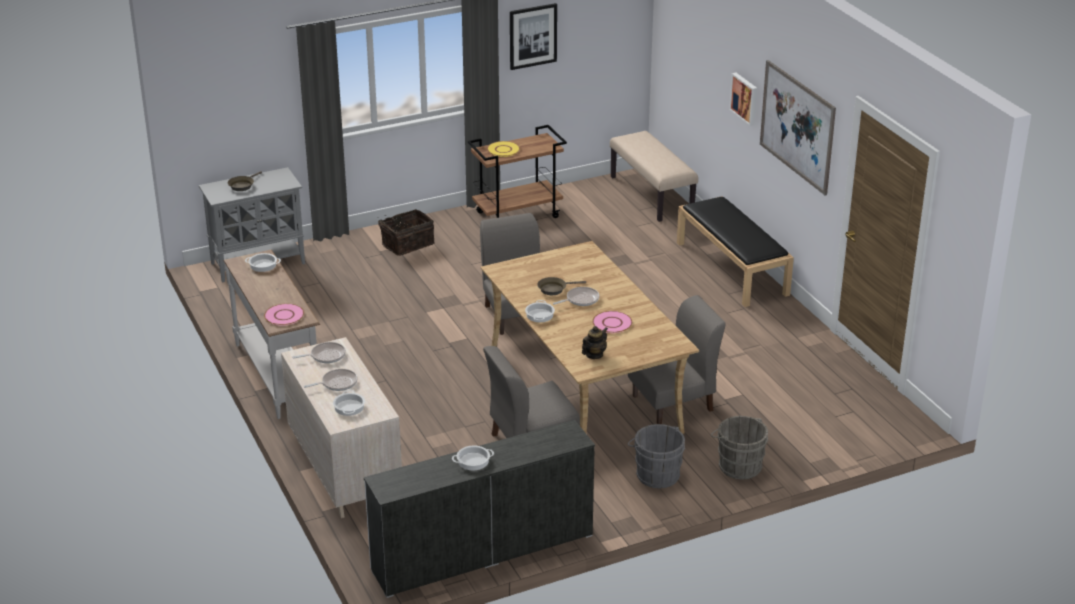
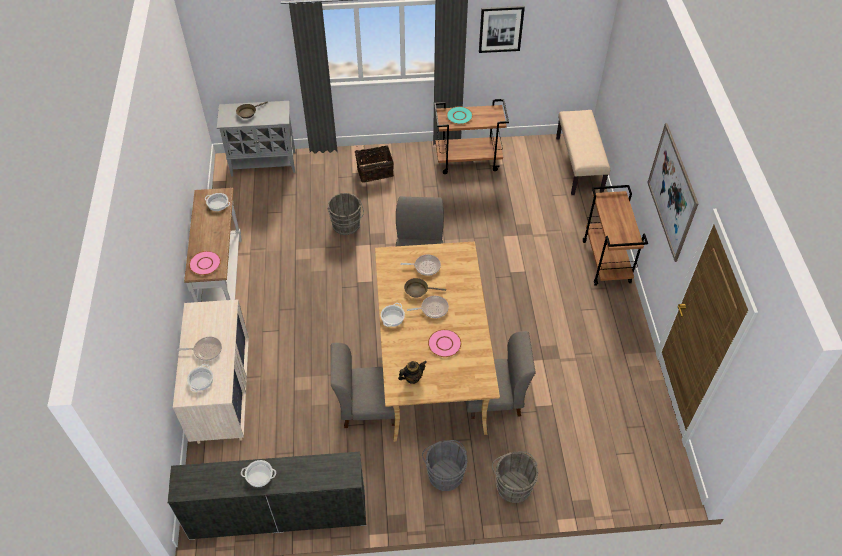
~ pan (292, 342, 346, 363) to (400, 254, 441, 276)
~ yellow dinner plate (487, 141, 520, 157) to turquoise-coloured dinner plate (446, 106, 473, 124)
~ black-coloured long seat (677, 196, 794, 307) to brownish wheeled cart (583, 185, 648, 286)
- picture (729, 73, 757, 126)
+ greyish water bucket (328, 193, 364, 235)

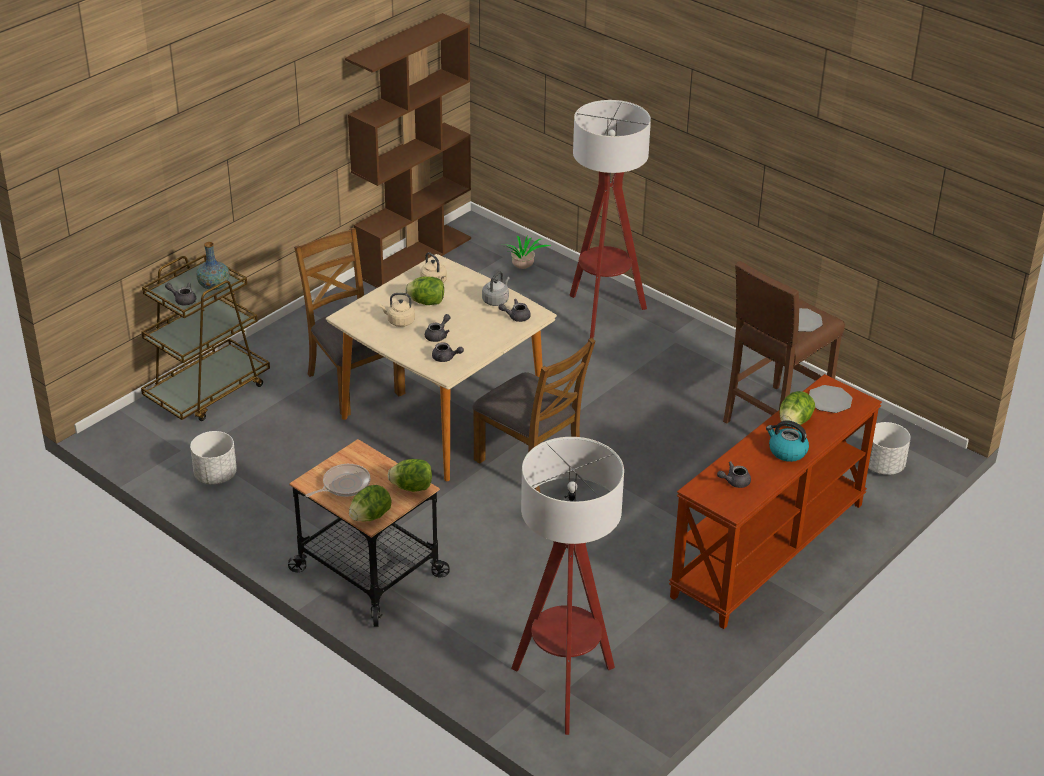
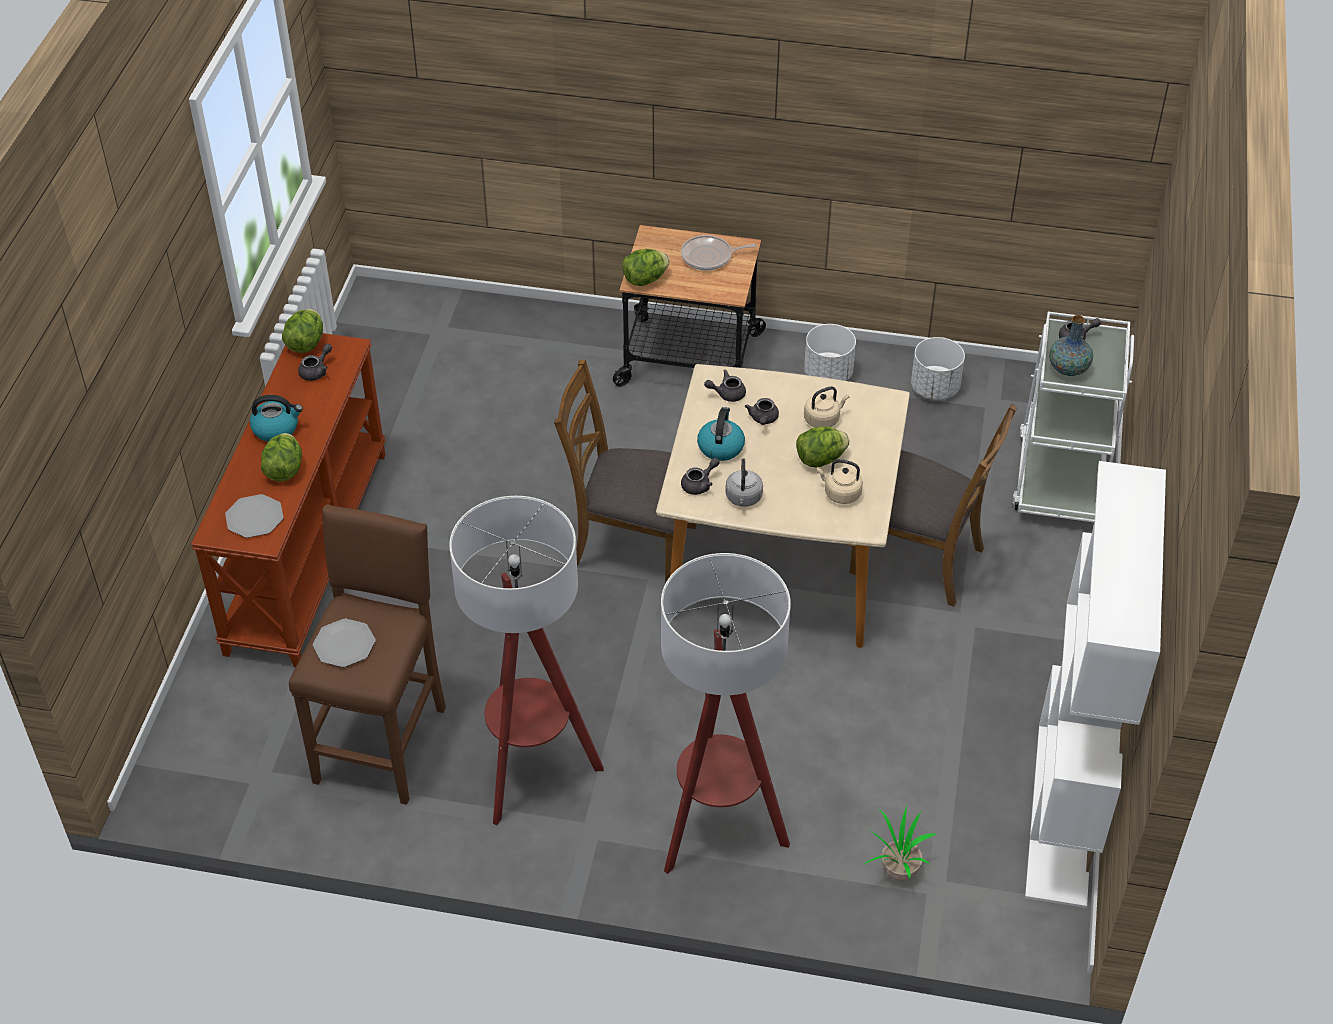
~ brownish wheeled cart (141, 254, 270, 421) to whitish wheeled cart (1013, 312, 1134, 522)
~ pan (305, 464, 371, 497) = (681, 235, 757, 270) 60 degrees clockwise
~ brownish bookshelf (345, 13, 471, 288) to whitish bookshelf (1025, 461, 1166, 908)
~ head of lettuce (349, 485, 392, 521) to (282, 309, 323, 353)
~ floor lamp (511, 437, 624, 735) to (449, 496, 604, 825)
~ whitish plant pot (868, 422, 911, 475) to (804, 324, 856, 381)
+ water kettle (697, 407, 745, 461)

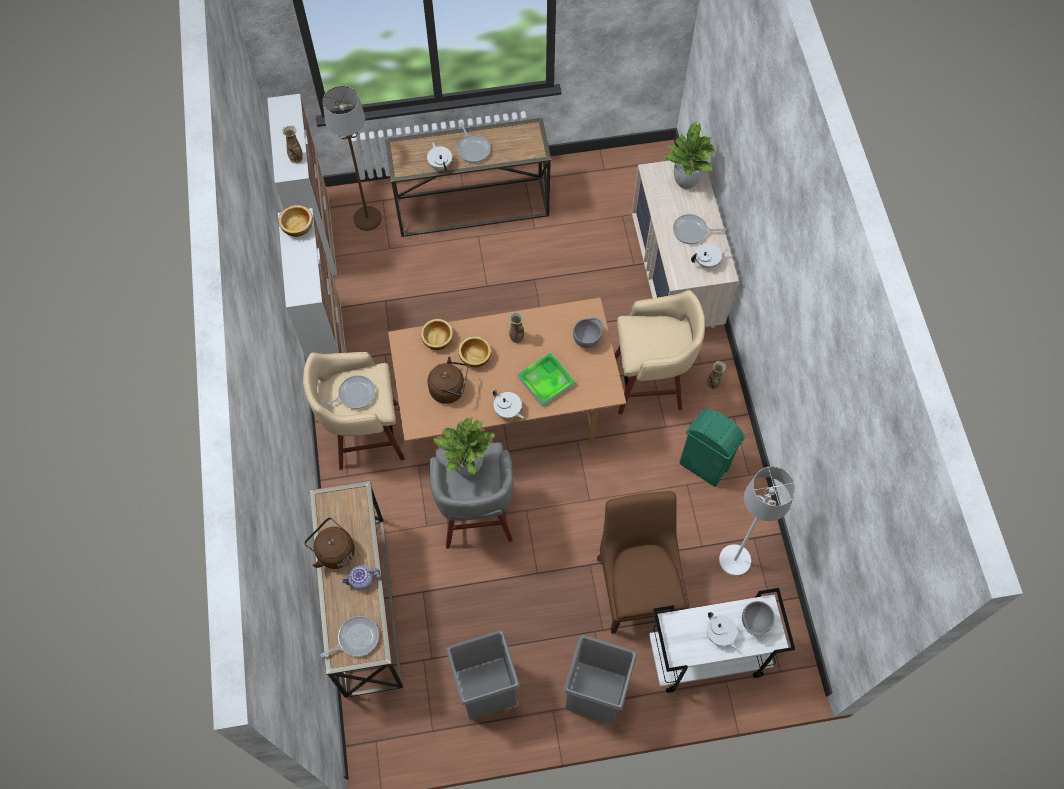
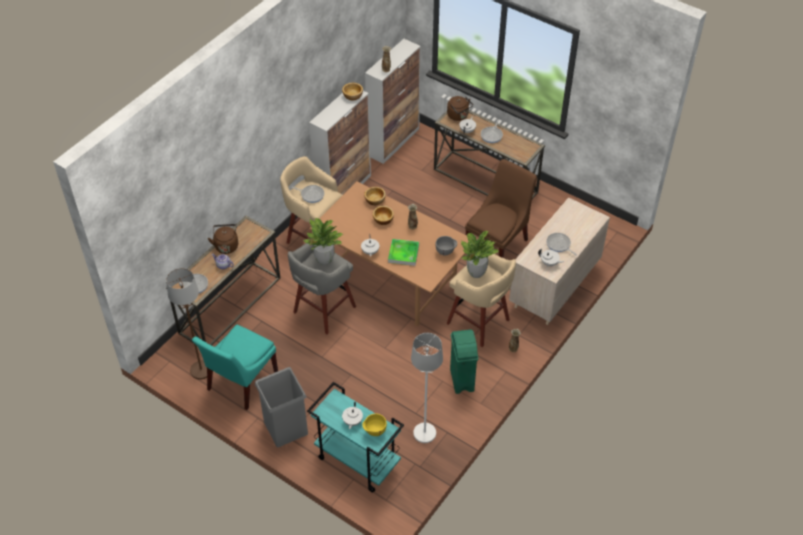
~ brownish floor lamp (323, 86, 382, 231) to (166, 268, 207, 379)
~ brownish water kettle (428, 357, 468, 404) to (447, 96, 473, 121)
~ greyish trash can (446, 630, 520, 720) to turquoise-coloured plain chair (192, 324, 278, 410)
~ brownish plain chair (597, 491, 689, 634) to (465, 159, 537, 258)
~ whitish wheeled cart (649, 588, 795, 693) to turquoise-coloured wheeled cart (307, 382, 404, 492)
~ plant in a pot (663, 122, 715, 189) to (461, 231, 499, 278)
~ greyish deep dish (742, 601, 775, 636) to yellow deep dish (362, 414, 387, 436)

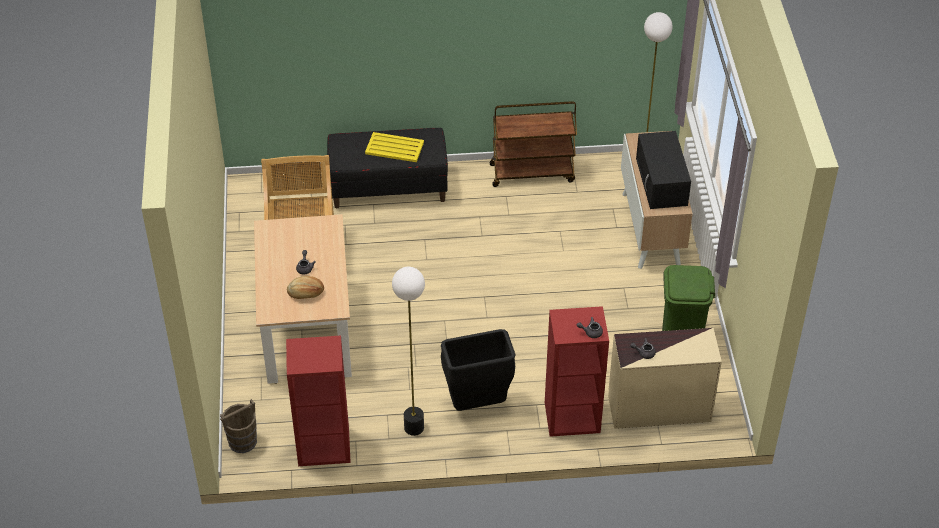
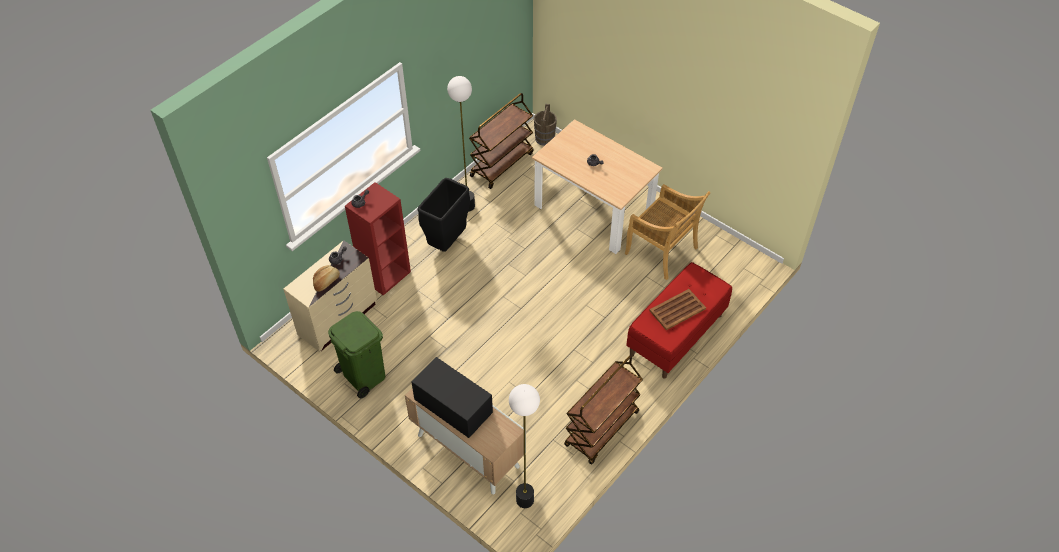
~ reddish bookshelf (286, 335, 351, 466) to brownish wheeled cart (469, 93, 533, 189)
~ baked bread (287, 276, 324, 299) to (313, 265, 340, 291)
~ black-coloured long seat (327, 128, 448, 208) to reddish long seat (626, 262, 732, 379)
~ yellow carrying tray (365, 132, 424, 162) to brownish carrying tray (649, 289, 706, 330)

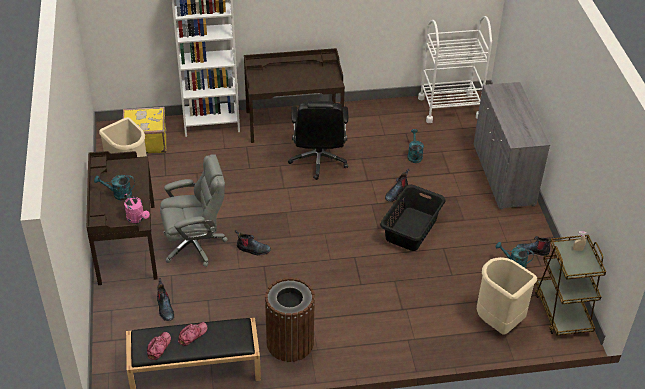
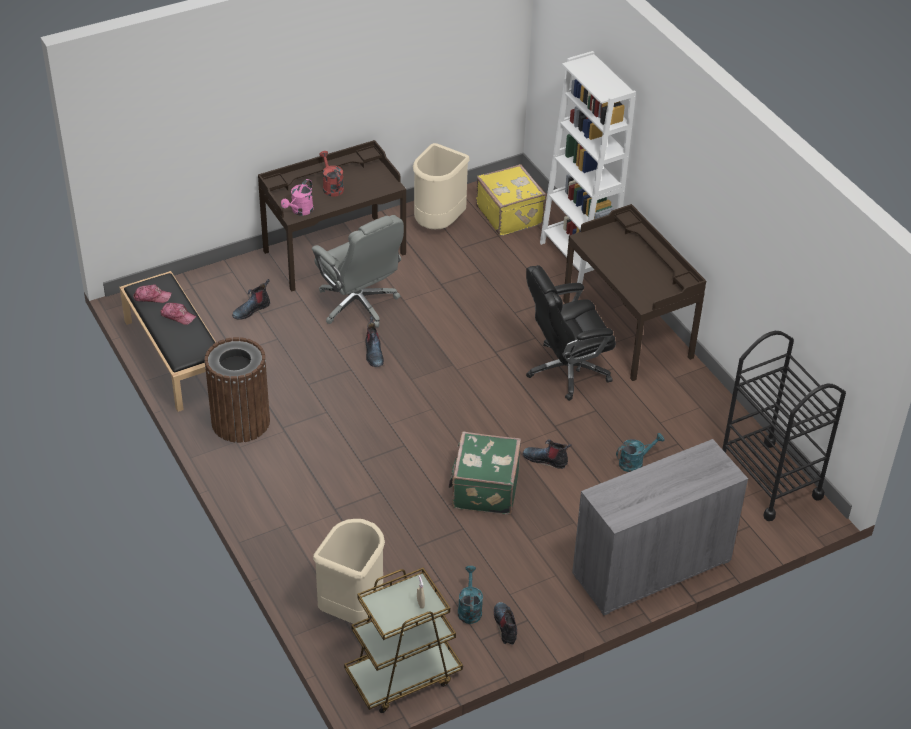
~ turquoise-coloured sprinkling can (94, 175, 135, 200) to reddish sprinkling can (319, 151, 344, 197)
~ black-coloured hamper (380, 185, 445, 251) to green-coloured suitcase (448, 431, 521, 515)
~ whitish wheeled cart (418, 16, 492, 123) to black-coloured wheeled cart (722, 331, 846, 521)

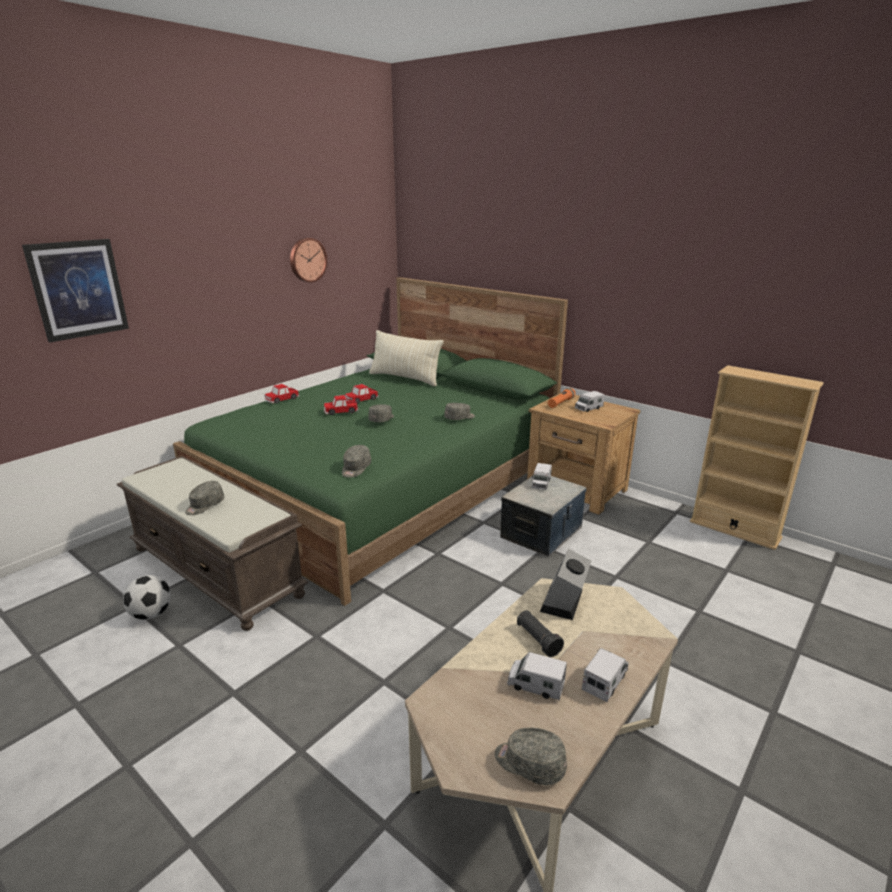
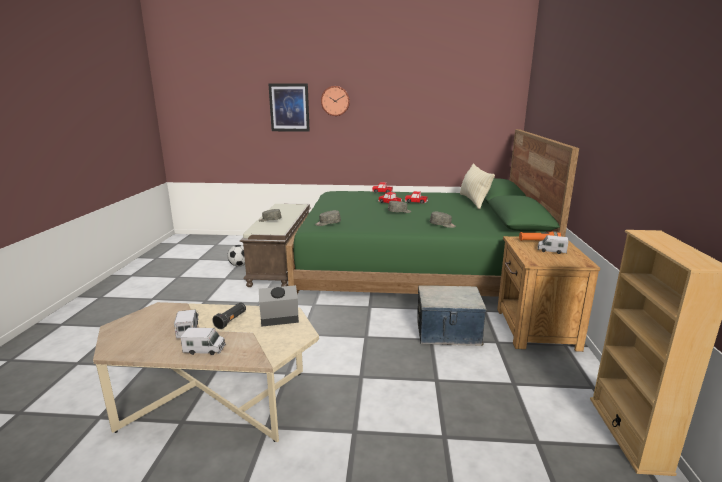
~ clock on the wall (290, 238, 327, 282) to (321, 86, 350, 116)
- greyish baseball cap (495, 728, 567, 786)
- toy lorry (532, 463, 552, 490)

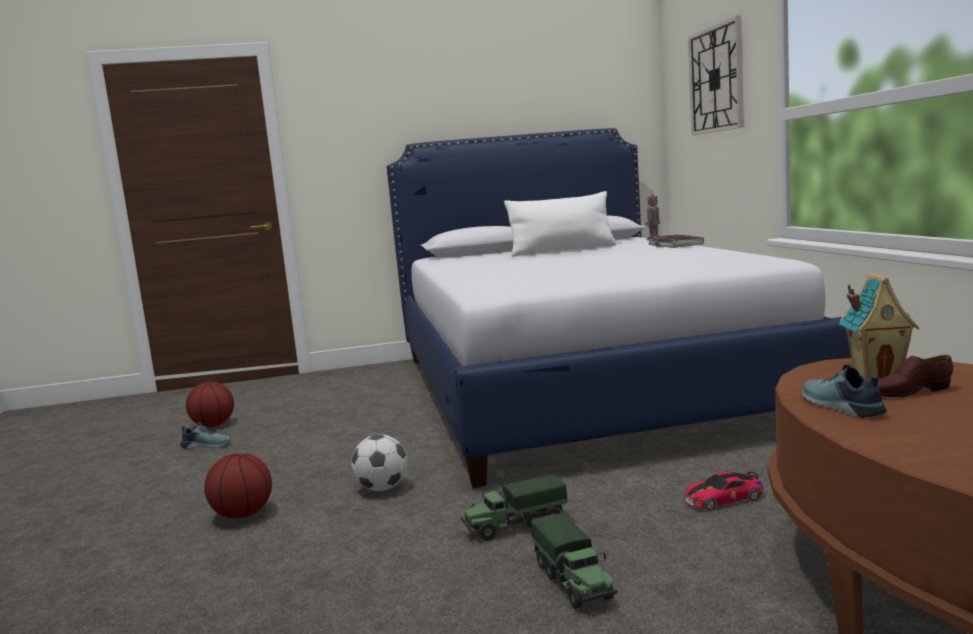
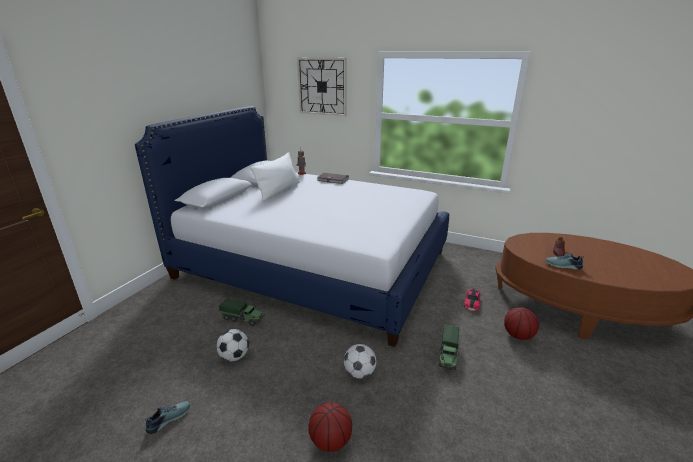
~ basketball (186, 381, 234, 427) to (504, 307, 539, 340)
~ toy lorry (531, 513, 617, 609) to (219, 298, 265, 326)
- toy house (839, 273, 919, 380)
+ football (216, 329, 249, 361)

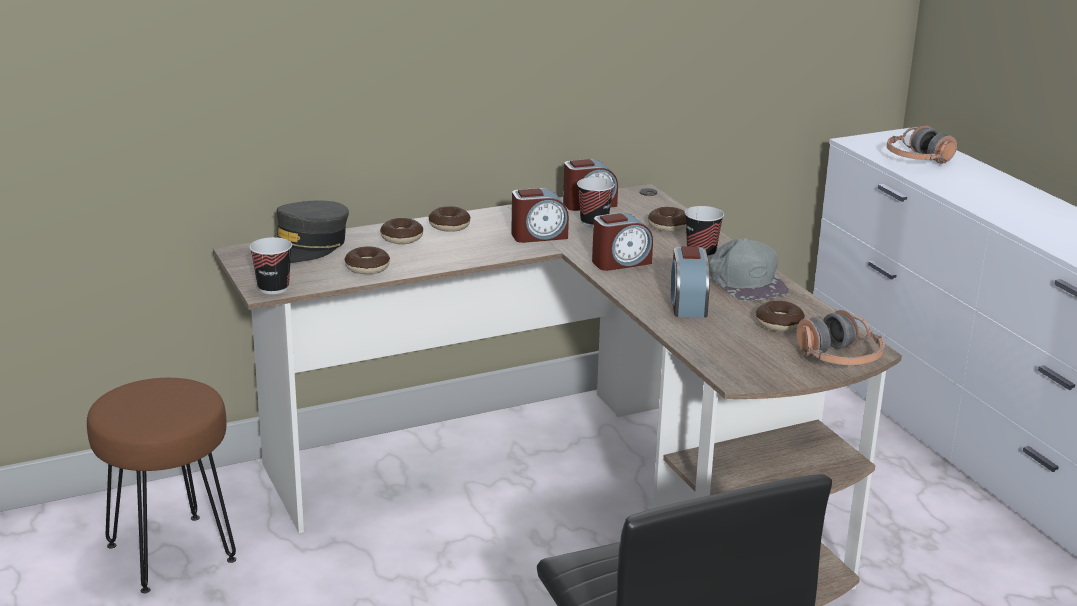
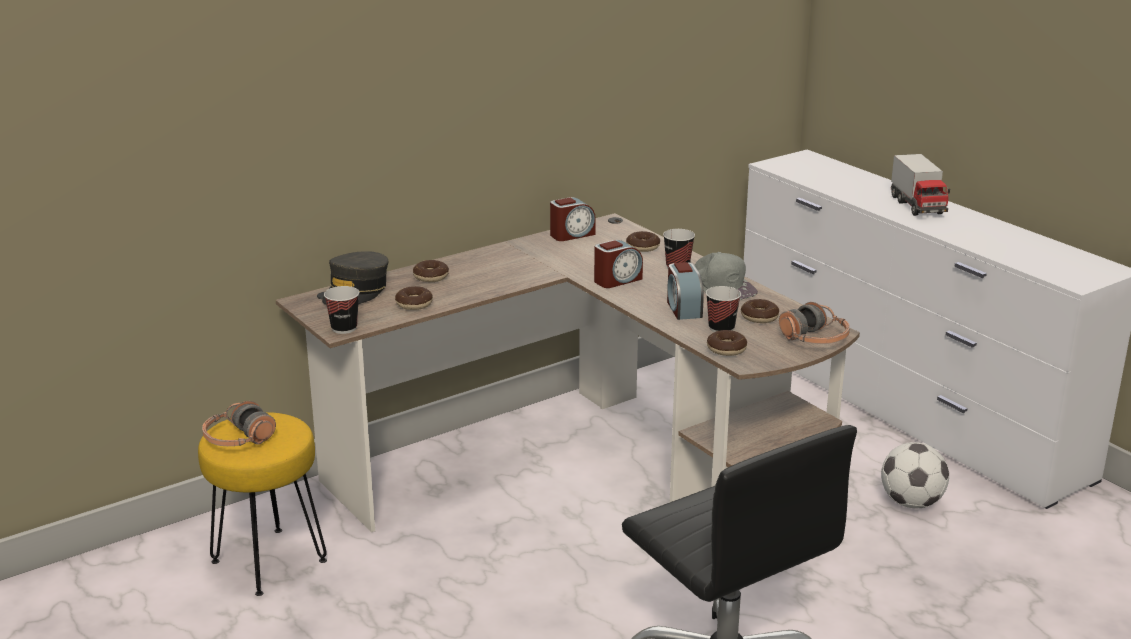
~ brownish stool (87, 378, 236, 593) to yellow stool (198, 412, 327, 596)
~ donut (428, 206, 471, 232) to (707, 330, 747, 356)
- alarm clock (511, 188, 569, 243)
~ cup (577, 177, 615, 227) to (706, 286, 741, 332)
~ headset (887, 125, 957, 164) to (202, 401, 276, 446)
+ football (881, 442, 949, 508)
+ toy lorry (891, 154, 950, 216)

